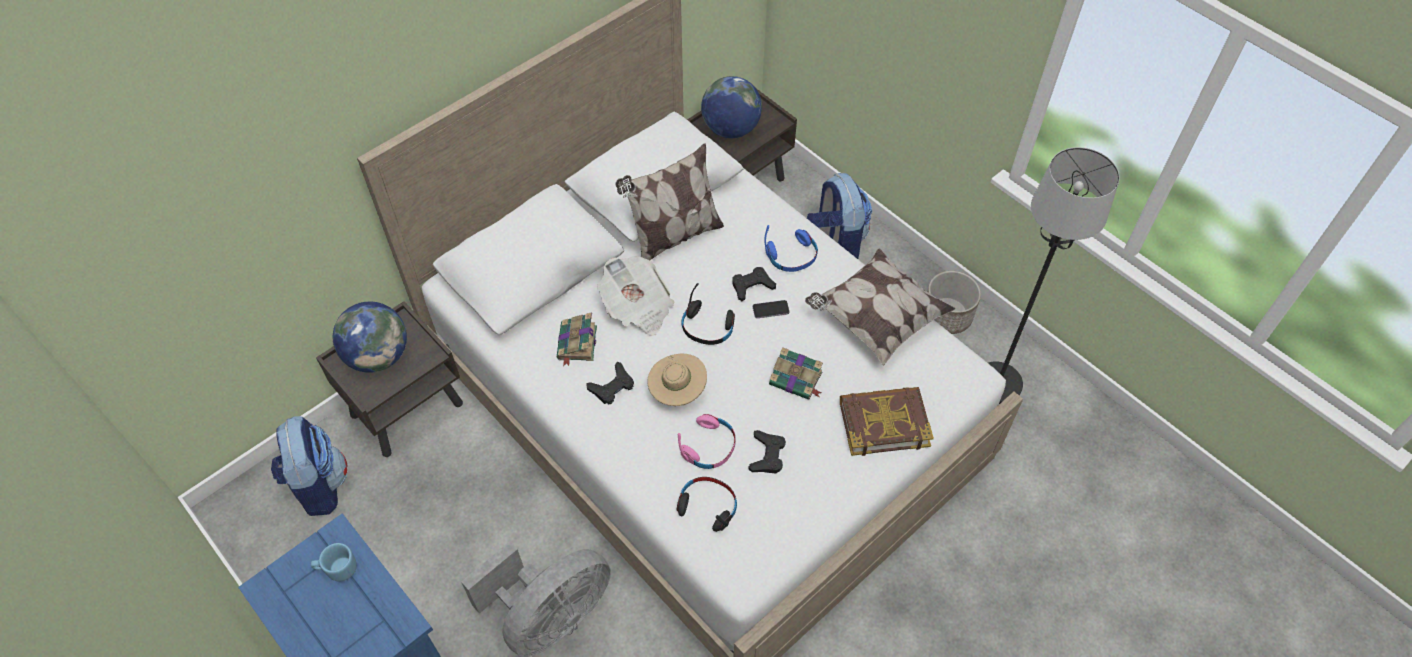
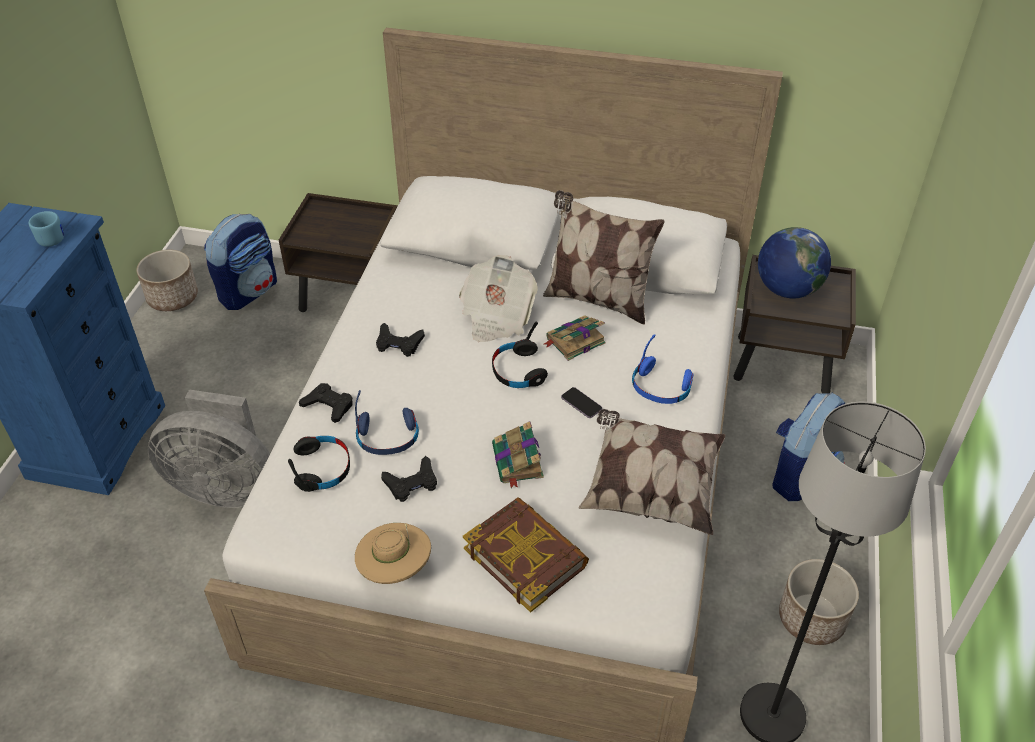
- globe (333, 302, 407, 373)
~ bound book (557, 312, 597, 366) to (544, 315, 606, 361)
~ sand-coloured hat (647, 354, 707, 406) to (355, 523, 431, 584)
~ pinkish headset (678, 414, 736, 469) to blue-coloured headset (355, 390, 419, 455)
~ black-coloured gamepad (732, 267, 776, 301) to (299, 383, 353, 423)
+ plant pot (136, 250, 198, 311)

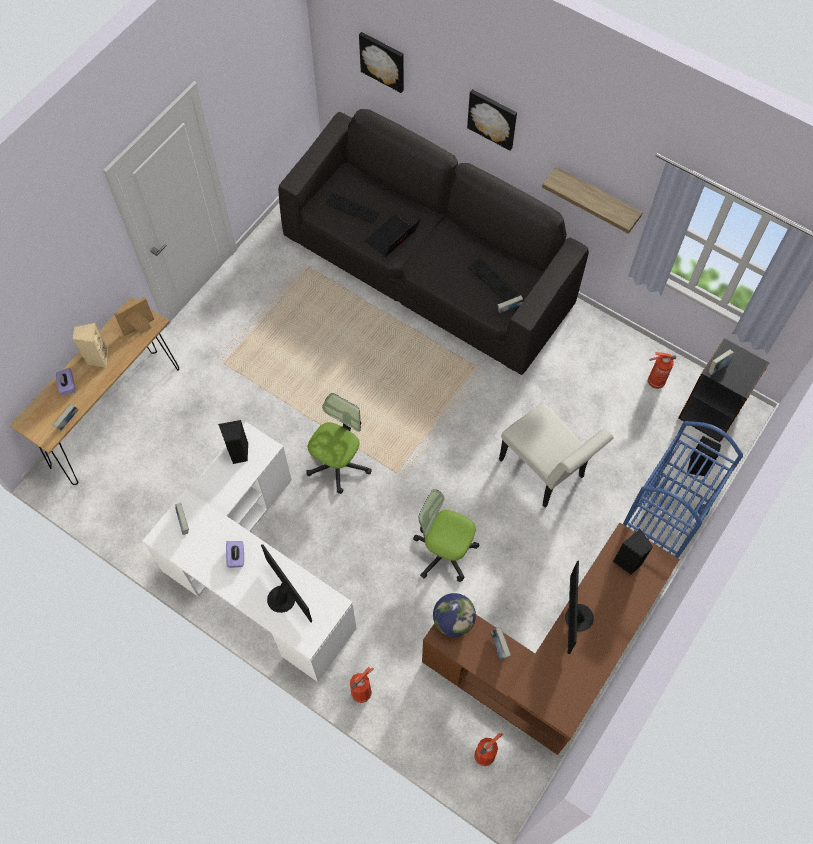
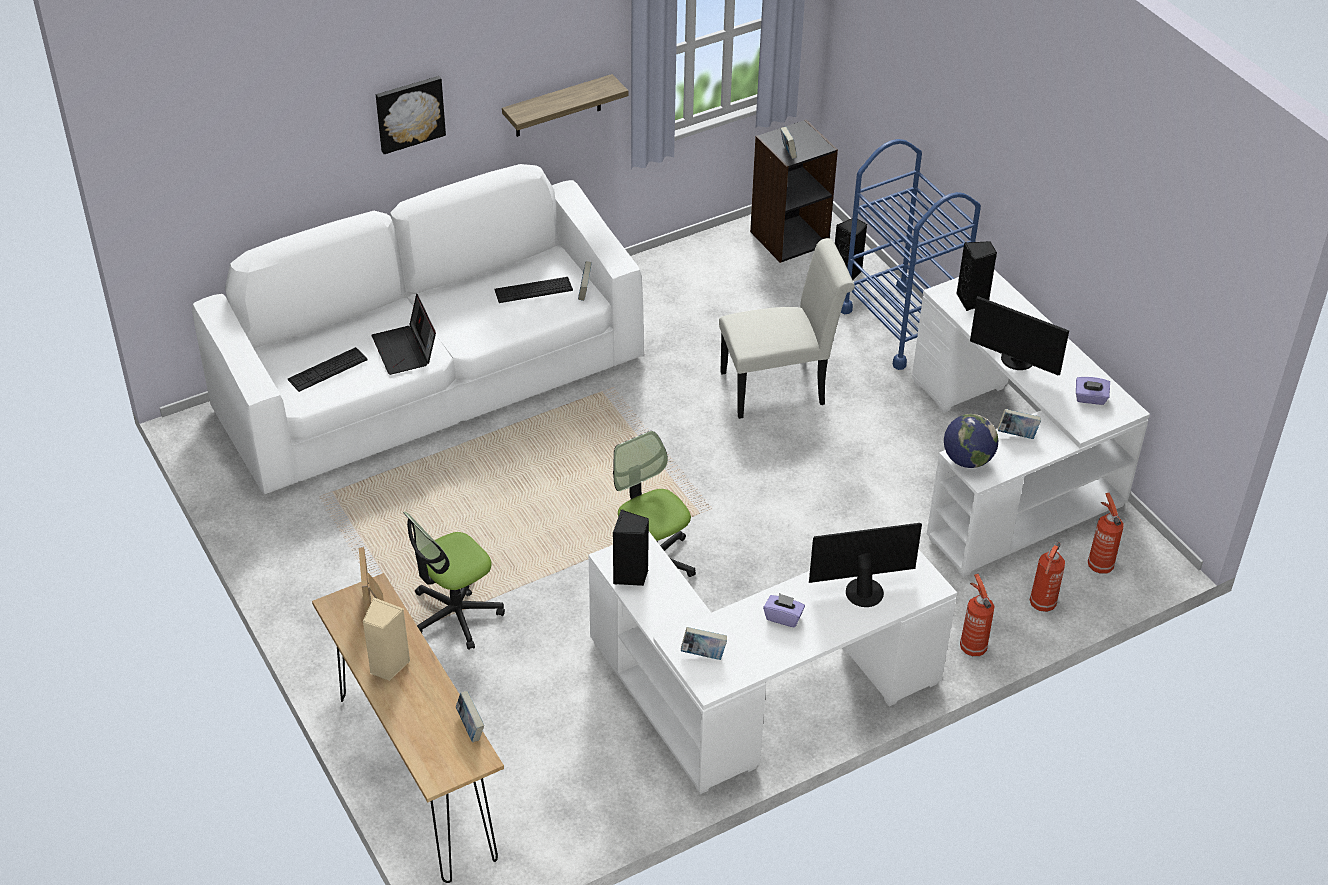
~ purplish tissue holder (56, 368, 76, 395) to (1076, 377, 1110, 405)
~ black-coloured settee (278, 109, 589, 375) to whitish settee (192, 164, 644, 494)
- picture (359, 32, 404, 93)
~ office chair (413, 489, 479, 582) to (404, 512, 505, 650)
~ brownish desk table (422, 522, 680, 755) to whitish desk table (912, 270, 1150, 577)
~ fire-fighting cylinder (648, 352, 676, 389) to (1030, 542, 1065, 612)

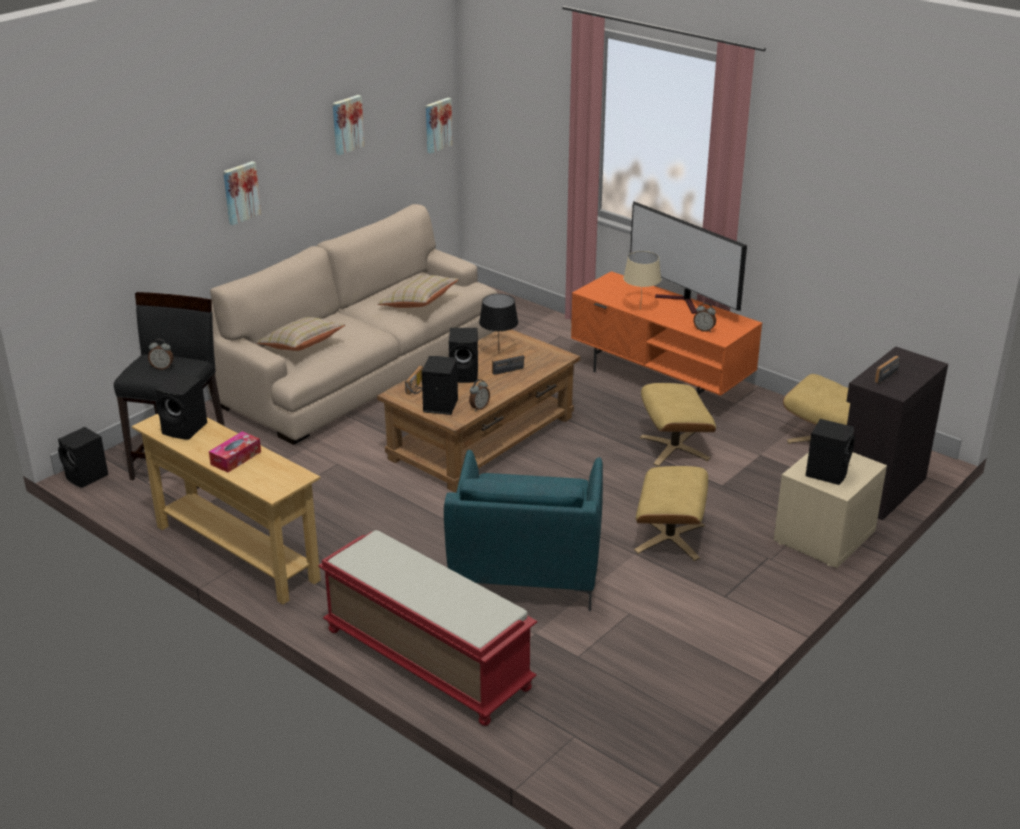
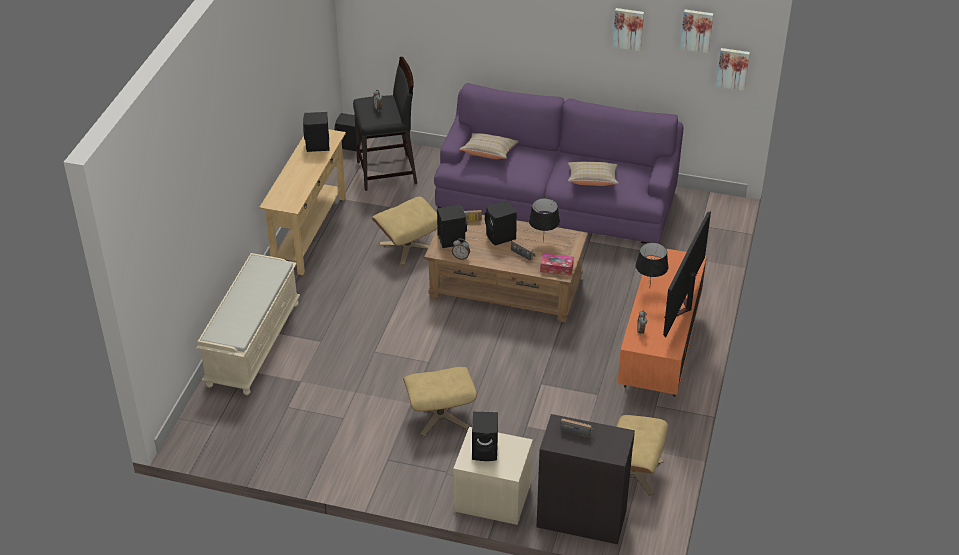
~ sand-coloured settee (208, 204, 497, 445) to purplish settee (434, 83, 683, 244)
~ tissue holder (209, 431, 261, 473) to (540, 253, 574, 275)
~ picture (223, 161, 261, 225) to (680, 10, 714, 53)
~ reddish long seat (318, 530, 537, 726) to sand-coloured long seat (196, 253, 300, 395)
- turquoise-coloured lounge chair (444, 450, 603, 611)
~ sand-coloured lamp for a table (623, 251, 661, 310) to black-coloured lamp for a table (635, 242, 669, 289)
~ sand-coloured ottoman (640, 383, 716, 467) to (372, 196, 437, 265)

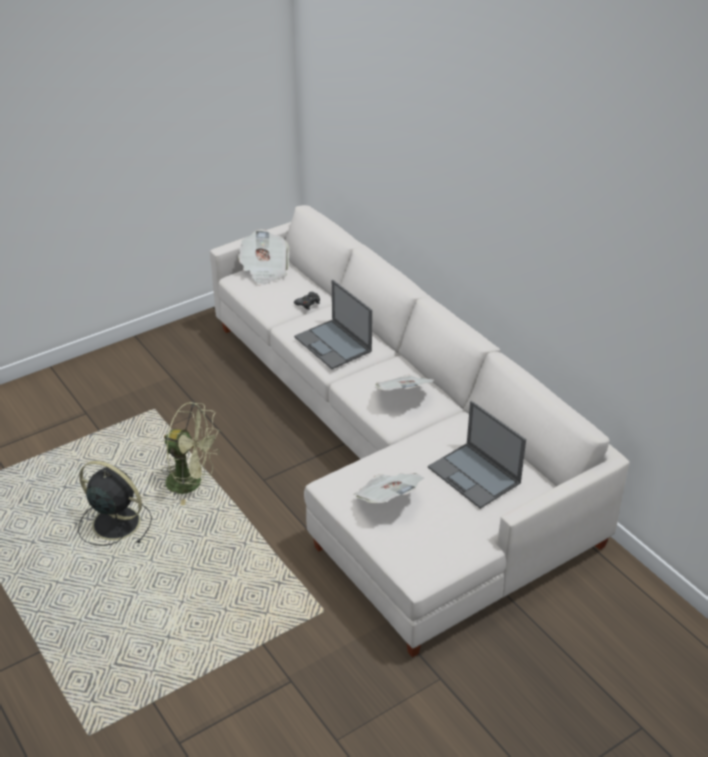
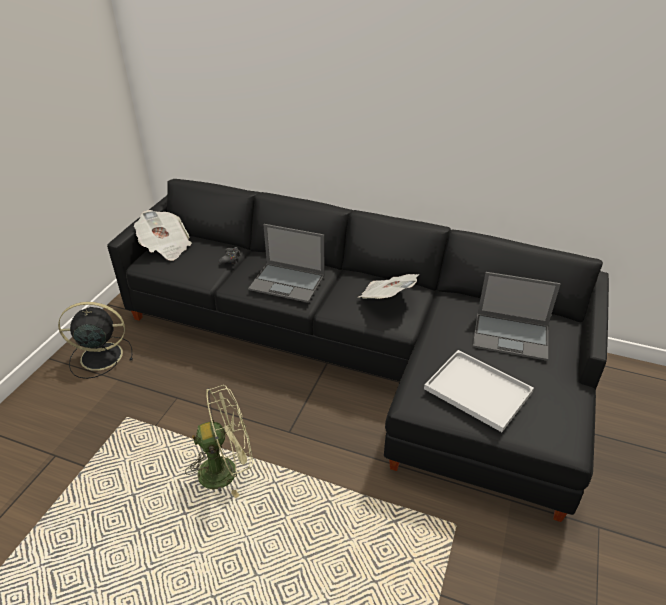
~ black-coloured cooling fan (78, 461, 152, 546) to (58, 302, 133, 379)
~ whitish settee (210, 205, 630, 657) to black-coloured settee (107, 179, 609, 522)
~ newspaper (353, 473, 424, 503) to whitish carrying tray (424, 350, 534, 432)

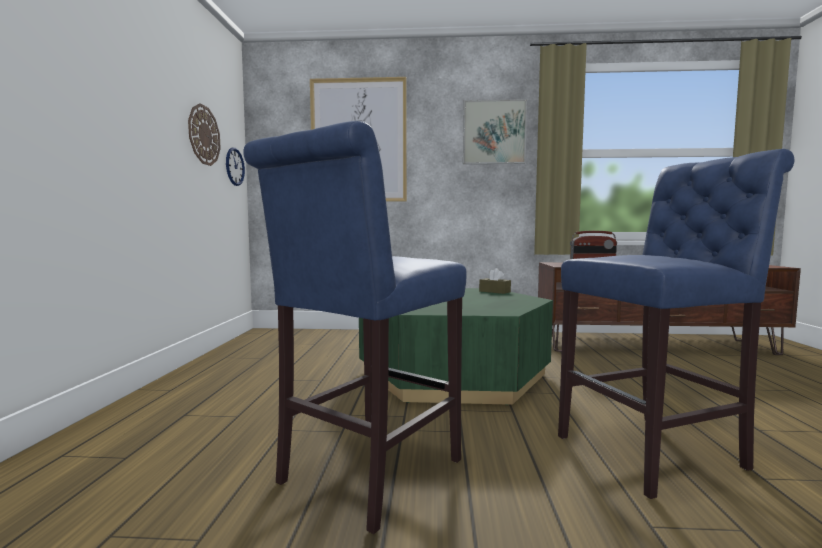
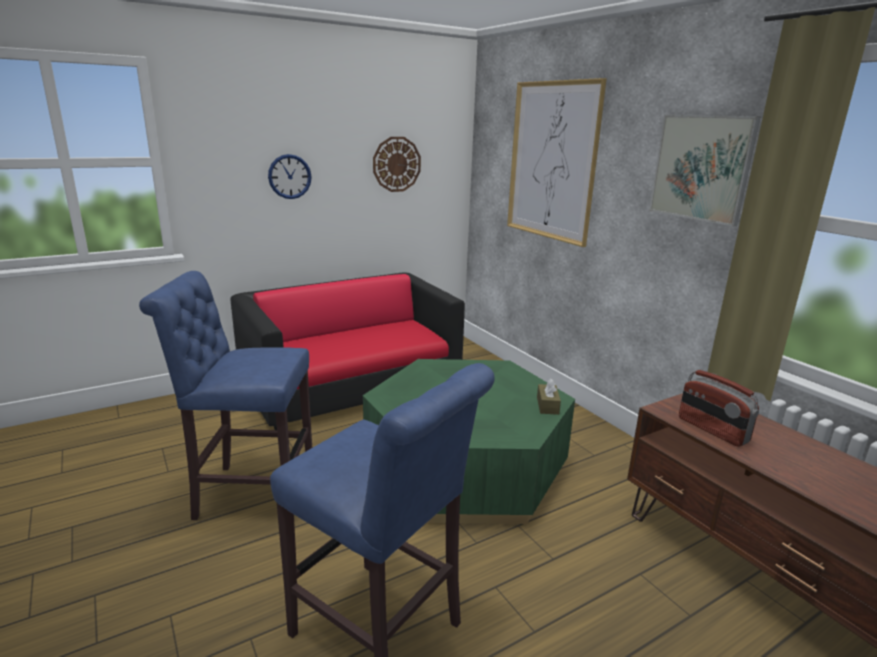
~ clock on the wall (226, 148, 245, 186) to (268, 154, 312, 199)
+ settee (230, 272, 465, 430)

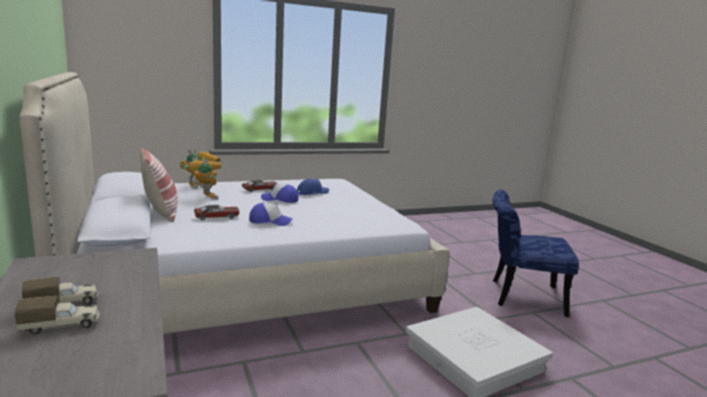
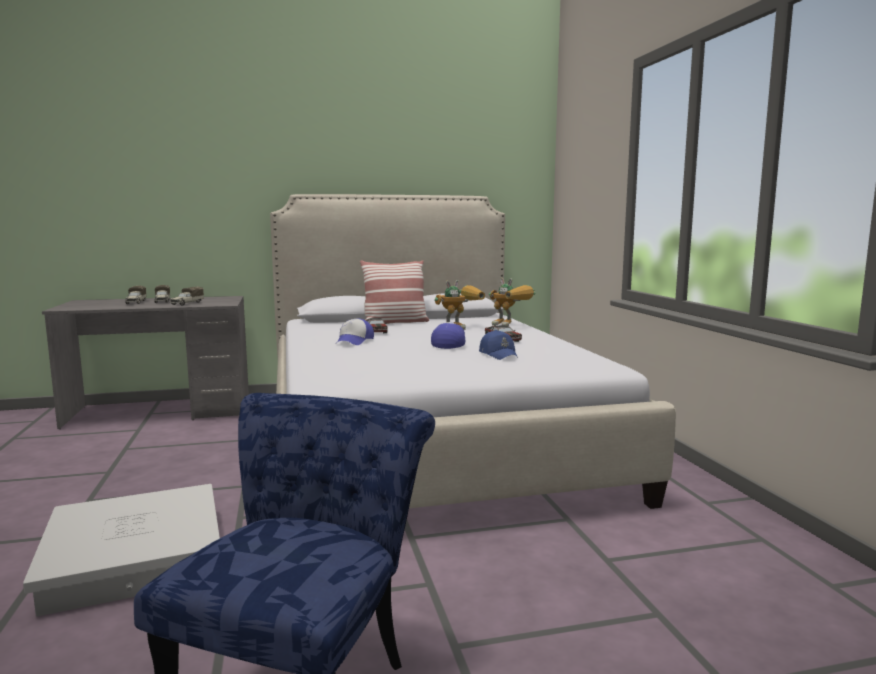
+ toy lorry (170, 287, 204, 305)

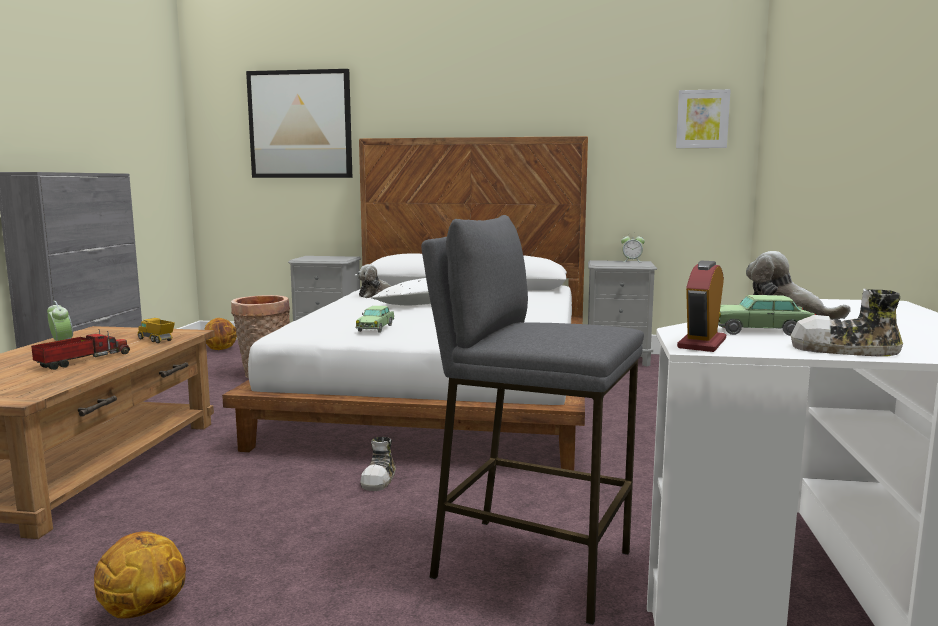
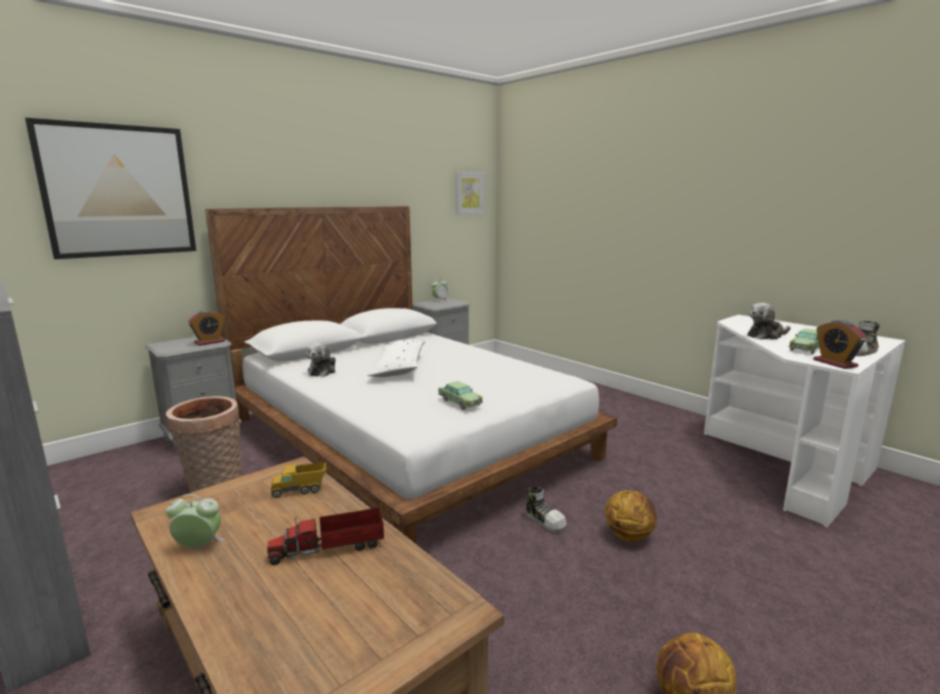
~ toy lorry (31, 329, 130, 370) = (267, 508, 384, 565) 90 degrees counterclockwise
~ basketball (204, 318, 237, 350) to (605, 490, 657, 542)
- greyish stool (421, 215, 644, 625)
+ alarm clock (188, 310, 225, 346)

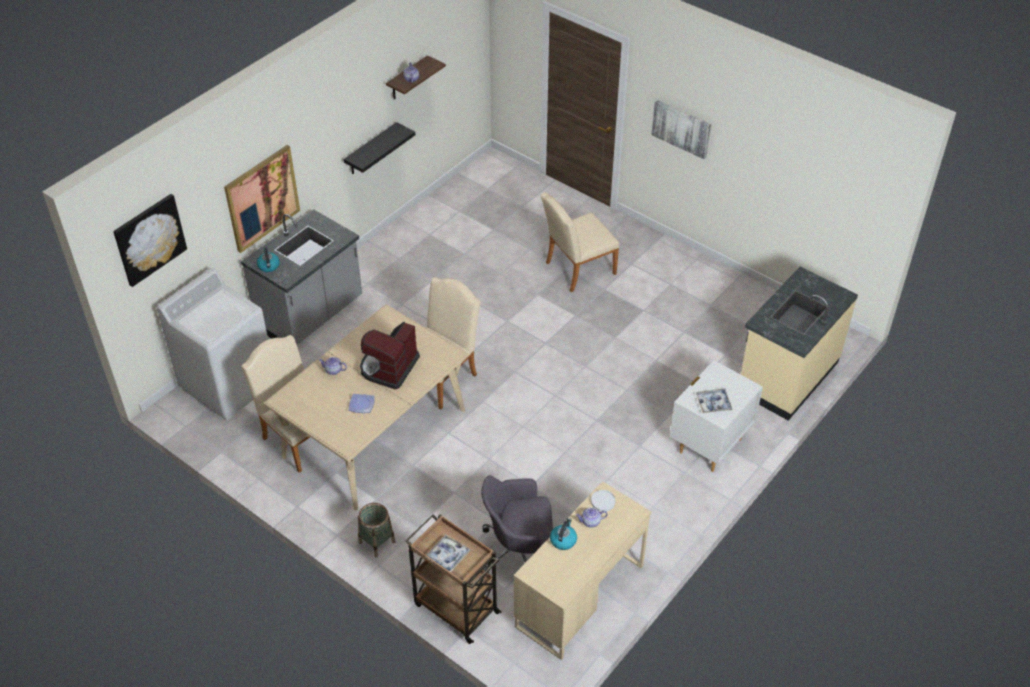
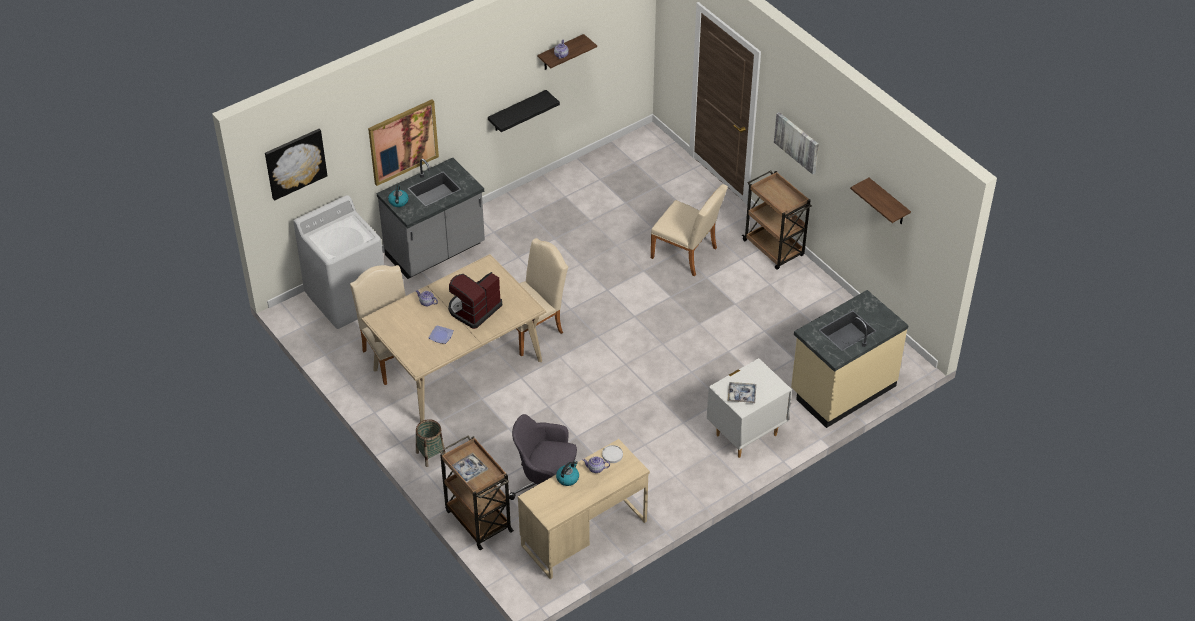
~ sand-coloured plain chair (541, 192, 619, 292) = (651, 184, 728, 276) 135 degrees counterclockwise
+ brownish wheeled cart (742, 171, 812, 270)
+ bracket shelf (850, 178, 911, 224)

